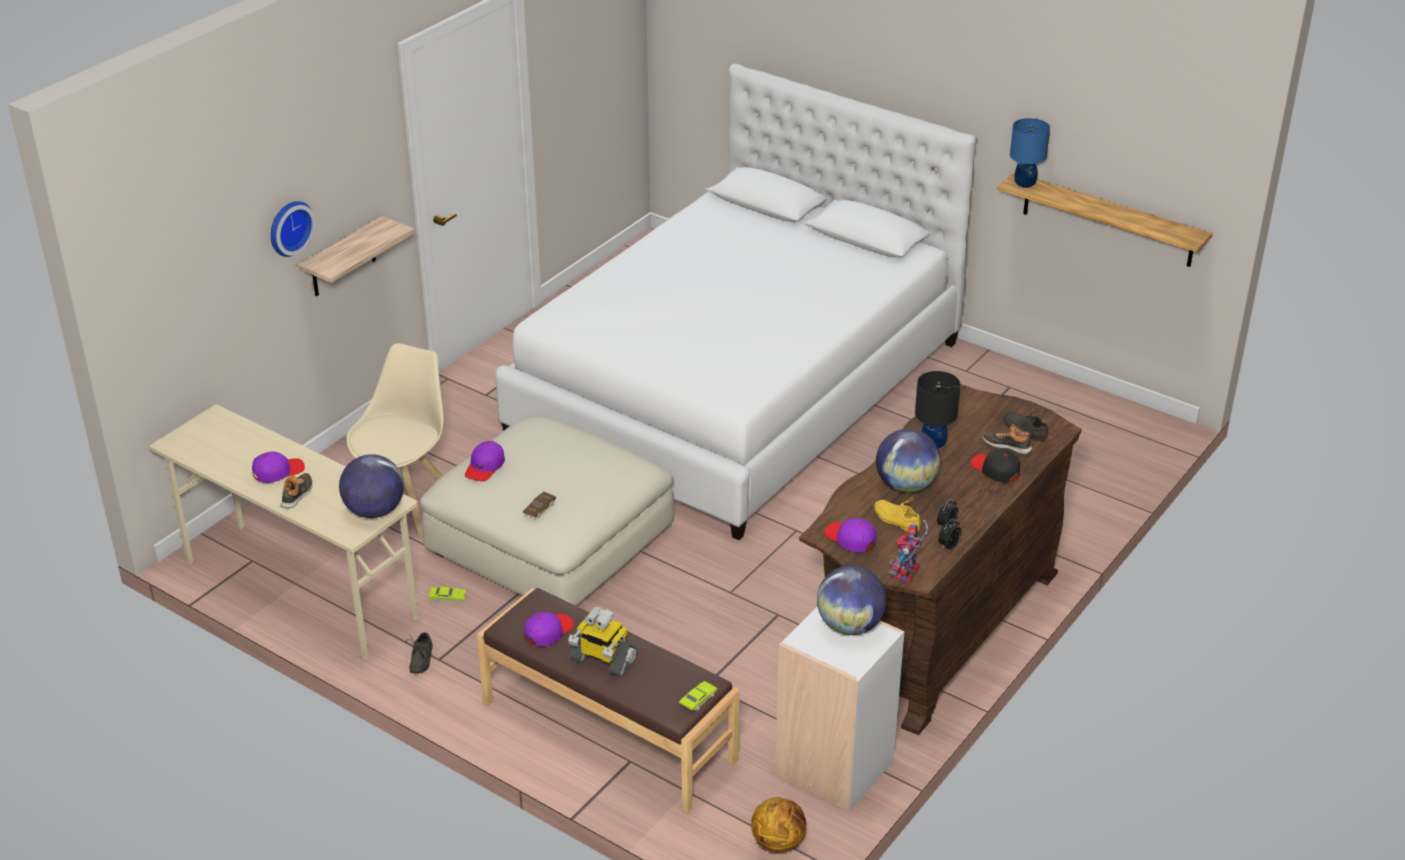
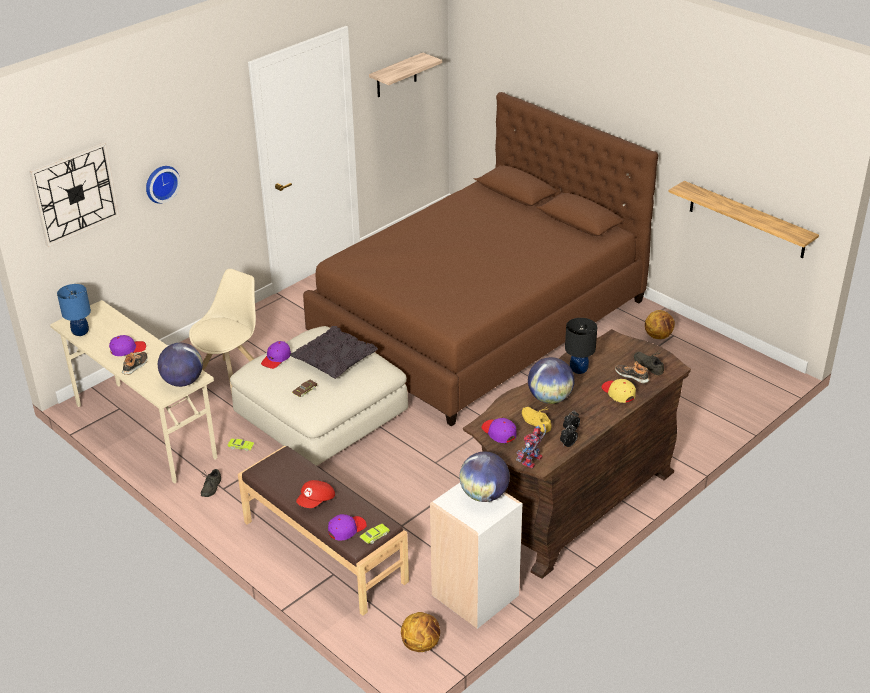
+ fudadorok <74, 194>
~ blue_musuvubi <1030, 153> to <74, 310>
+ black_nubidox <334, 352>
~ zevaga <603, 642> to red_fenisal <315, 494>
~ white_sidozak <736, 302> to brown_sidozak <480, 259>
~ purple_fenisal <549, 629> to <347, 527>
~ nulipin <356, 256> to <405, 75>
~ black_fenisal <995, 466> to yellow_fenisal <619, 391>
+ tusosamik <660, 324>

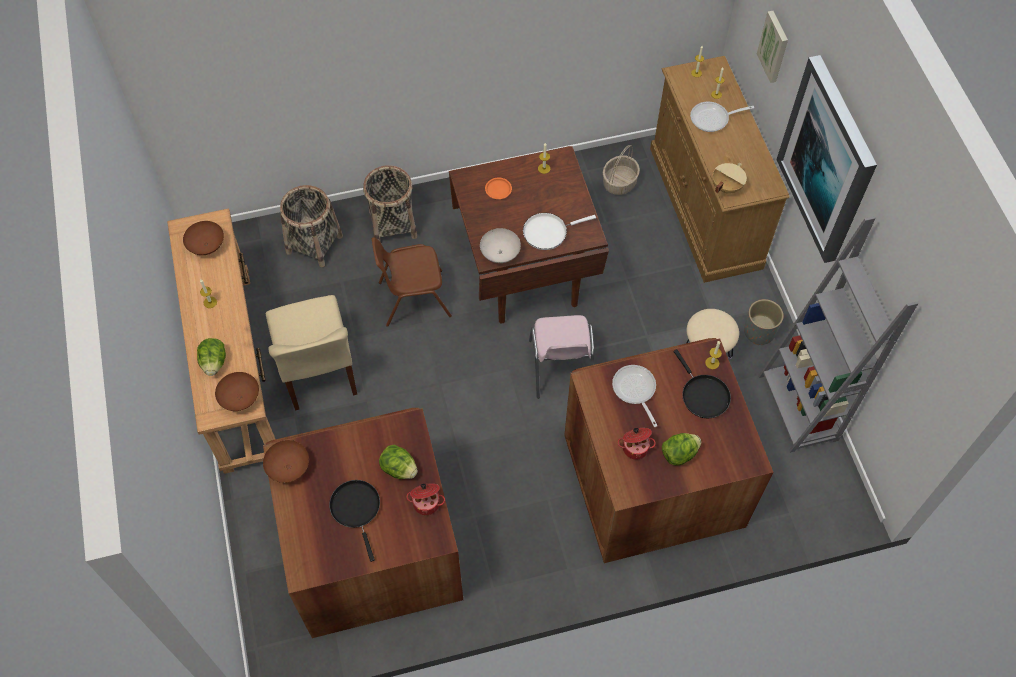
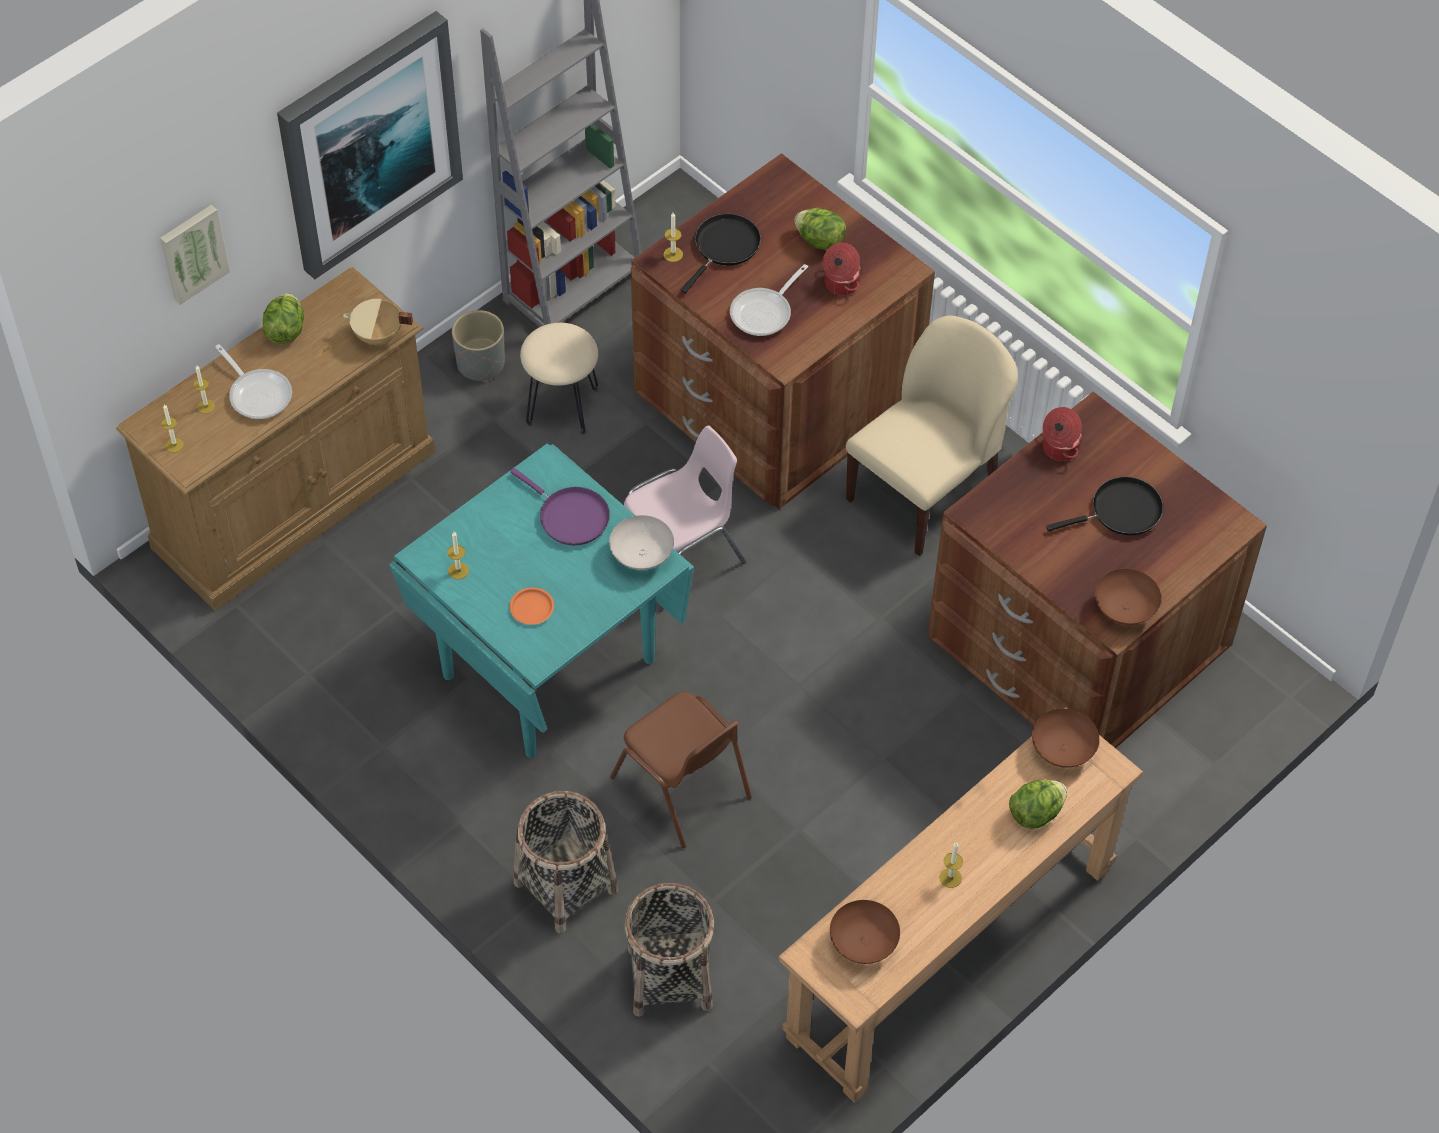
~ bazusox <398, 462> to <283, 318>
~ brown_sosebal <529, 234> to turquoise_sosebal <541, 601>
~ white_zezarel <559, 231> to purple_zezarel <560, 506>
~ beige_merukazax <311, 352> to <932, 435>
~ black_zezarel <354, 521> = <1104, 506> 150 degrees counterclockwise
- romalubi <621, 170>

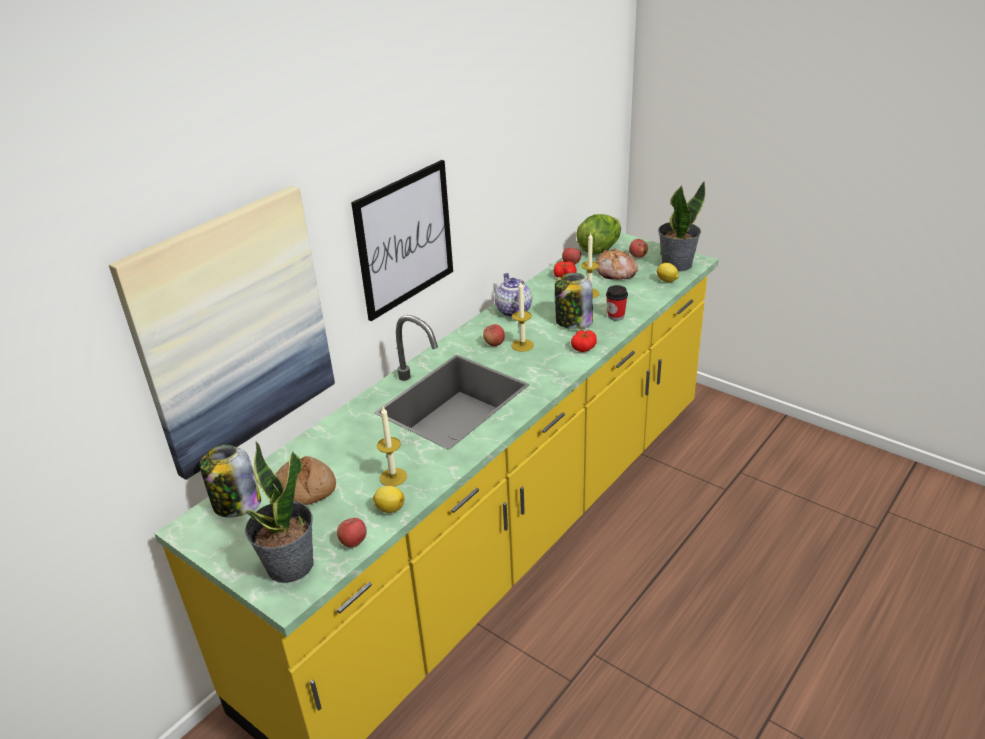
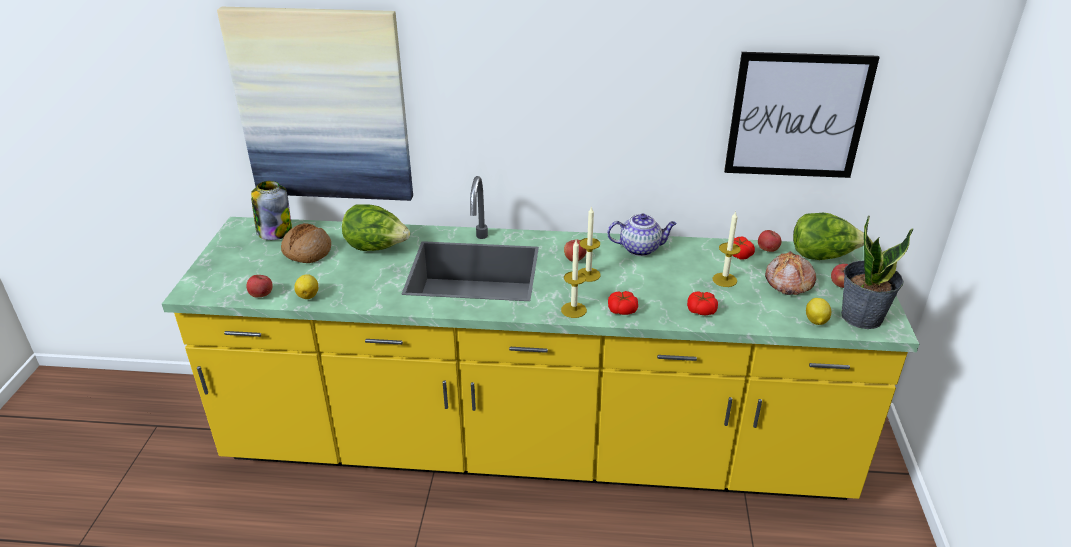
+ bazusox <376, 227>
~ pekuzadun <392, 446> to <574, 279>
~ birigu <513, 295> = <642, 235> 45 degrees clockwise
~ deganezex <617, 303> to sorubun <702, 303>
~ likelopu <402, 240> to <802, 115>
- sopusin <279, 512>
- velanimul <574, 301>

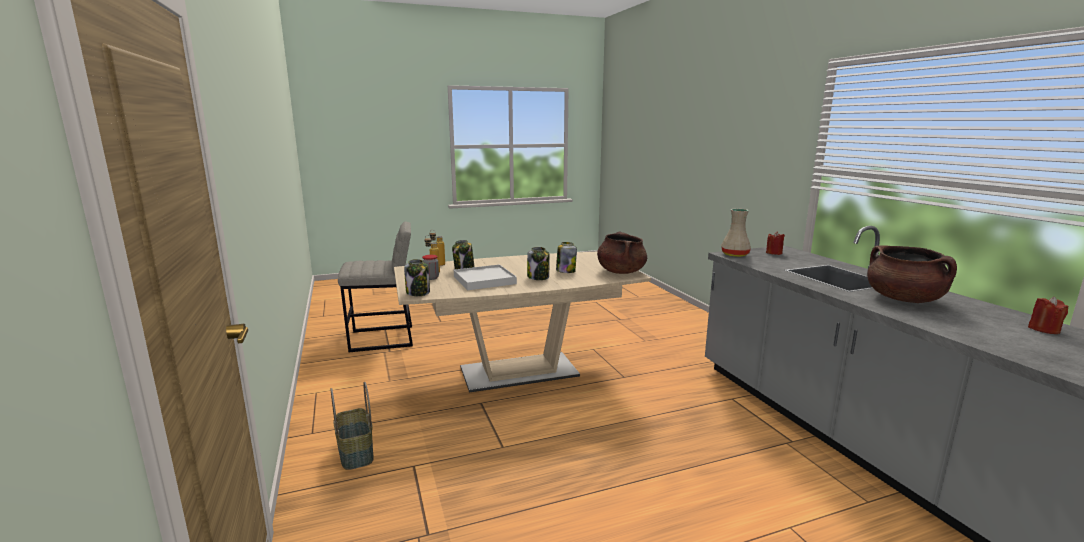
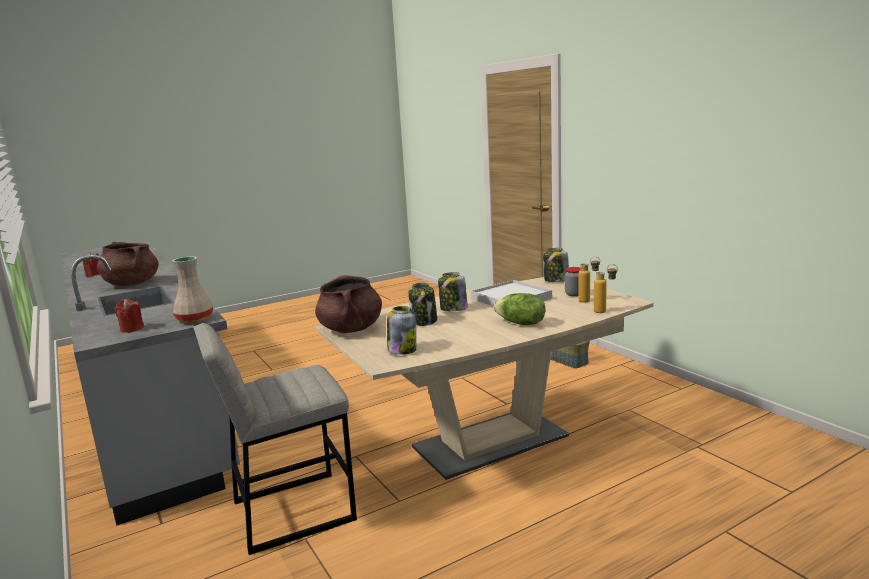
~ grey_merukazax <375, 286> to <275, 439>
~ velanimul <463, 254> to <402, 330>
+ bazusox <519, 309>

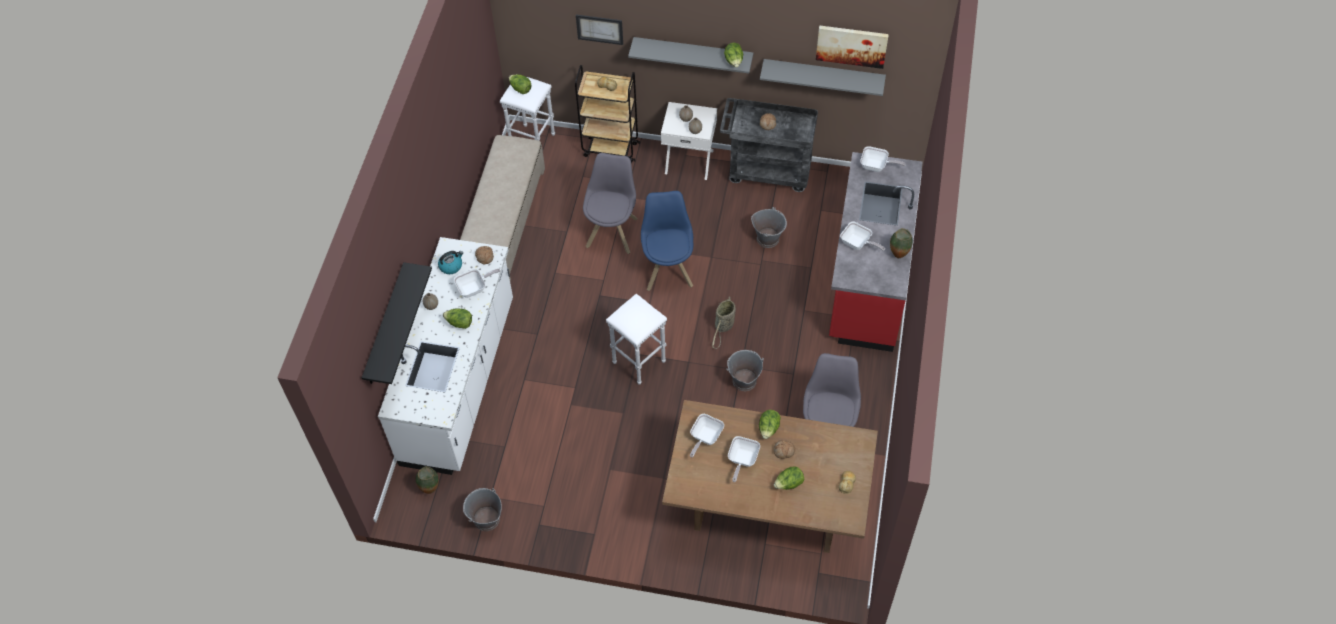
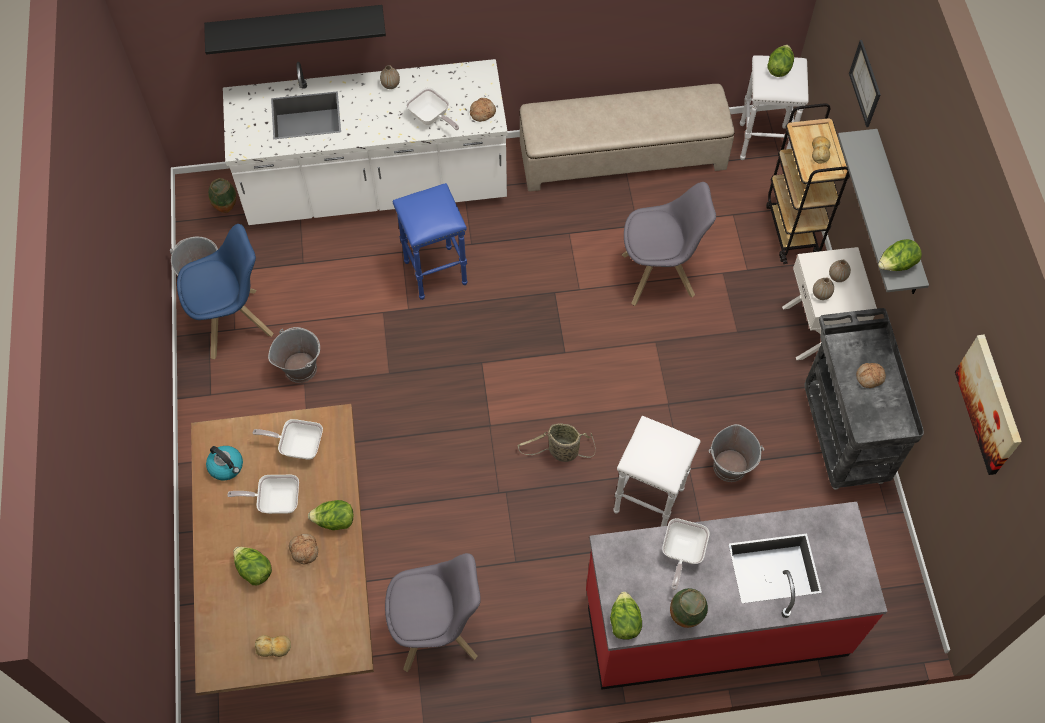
~ blue_merukazax <667, 241> to <225, 292>
~ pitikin <450, 262> to <224, 463>
~ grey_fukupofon <745, 370> to <294, 355>
+ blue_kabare <430, 241>
~ bazusox <457, 318> to <626, 616>
~ white_kabare <636, 339> to <657, 471>
- grey_nulipin <823, 77>
- zezarel <883, 159>

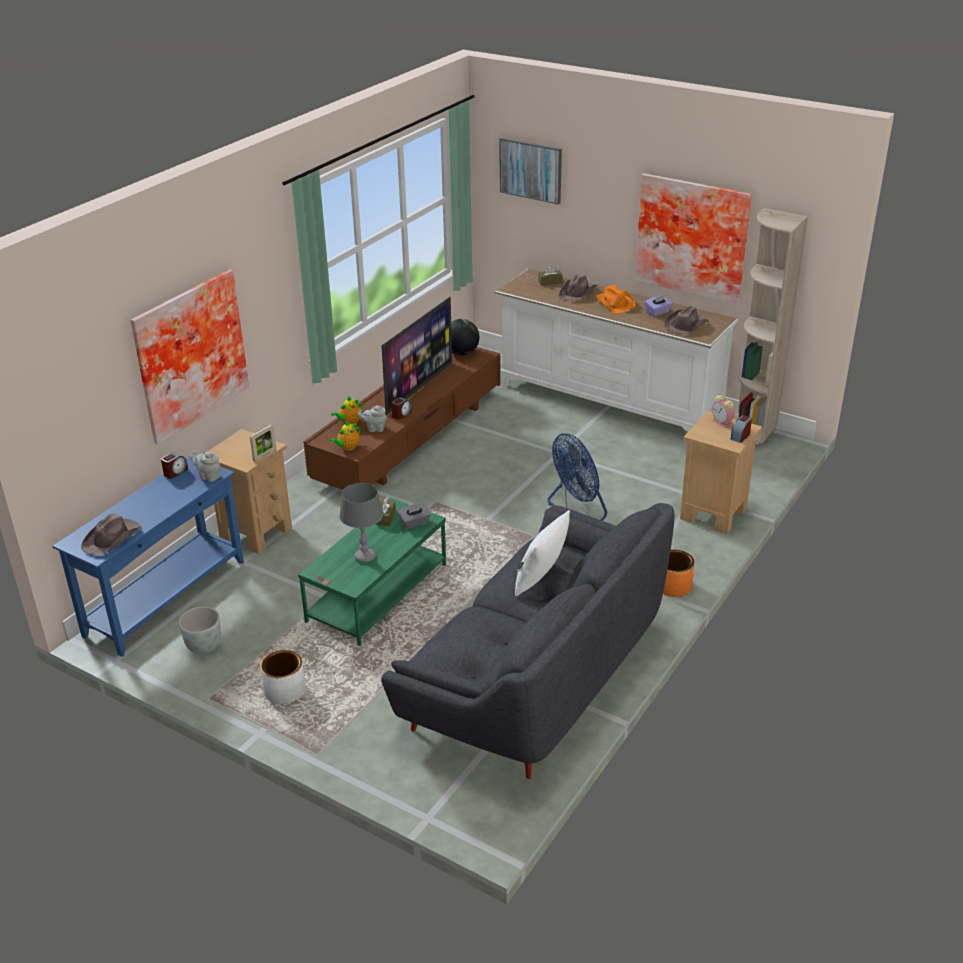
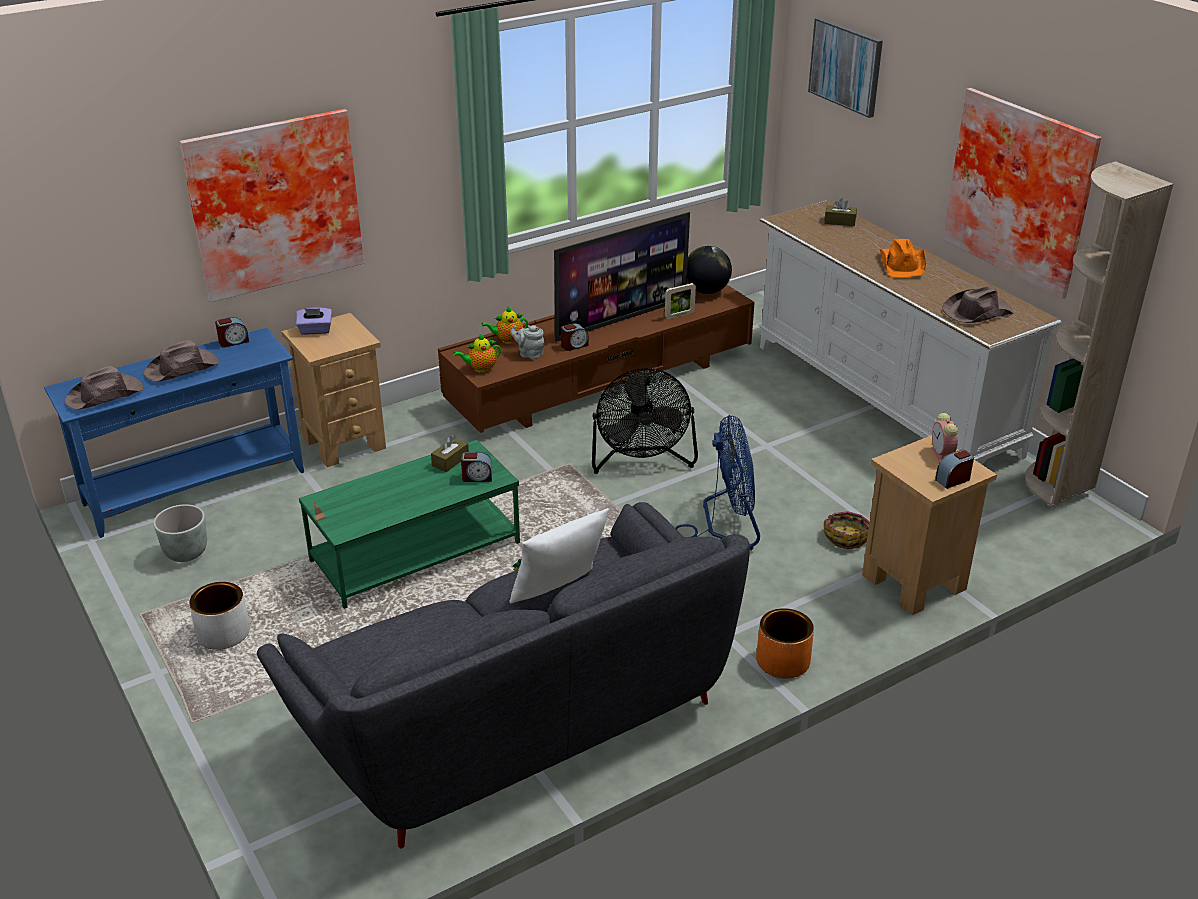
~ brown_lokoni <577, 287> to <181, 361>
~ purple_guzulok <658, 305> to <314, 321>
~ grey_guzulok <414, 516> to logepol <476, 467>
+ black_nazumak <645, 421>
~ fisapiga <263, 443> to <680, 301>
+ romalubi <847, 530>
- grey_birigu <206, 466>
- grey_musuvubi <361, 523>

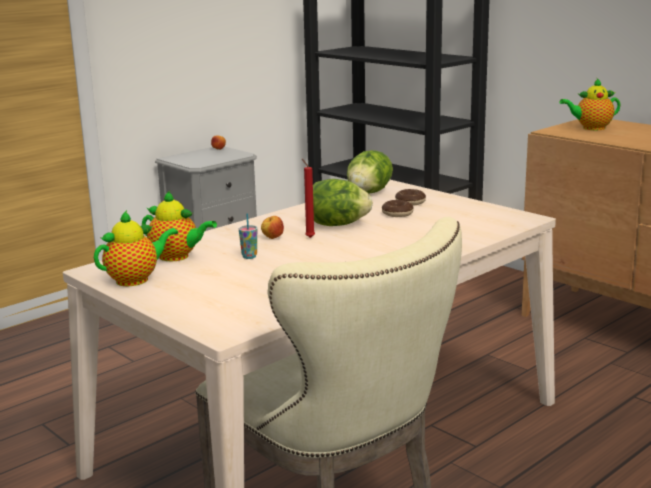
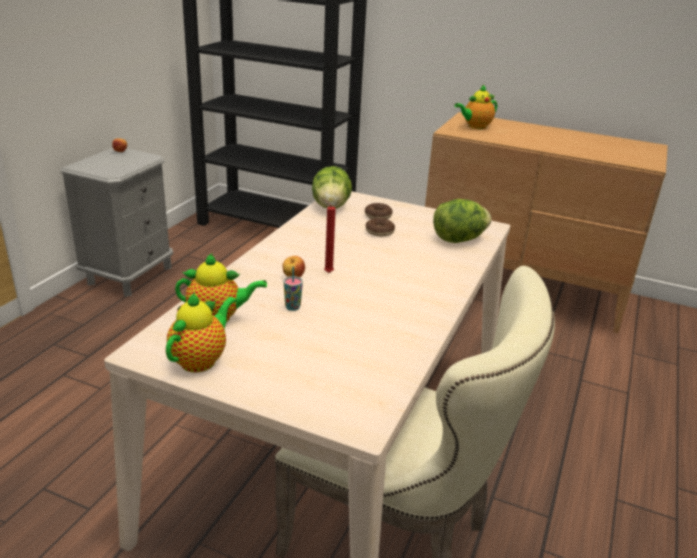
~ bazusox <343, 202> to <462, 221>

